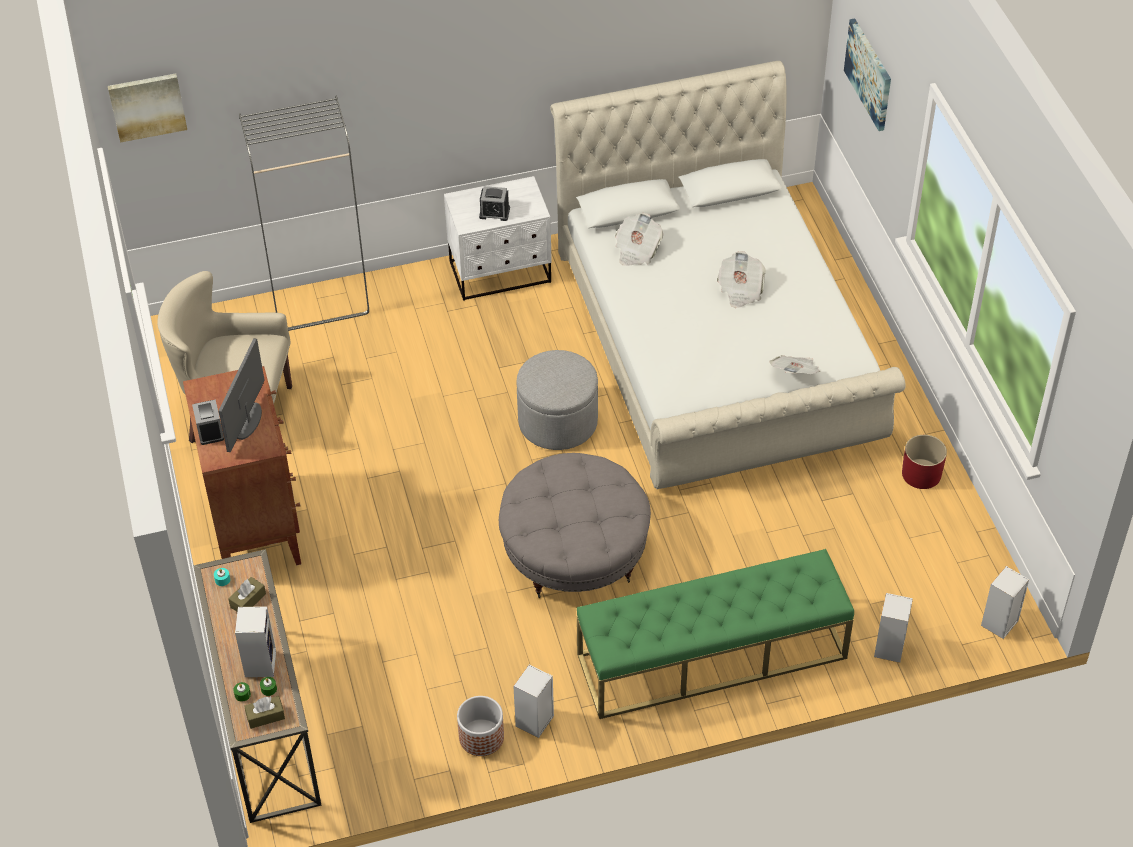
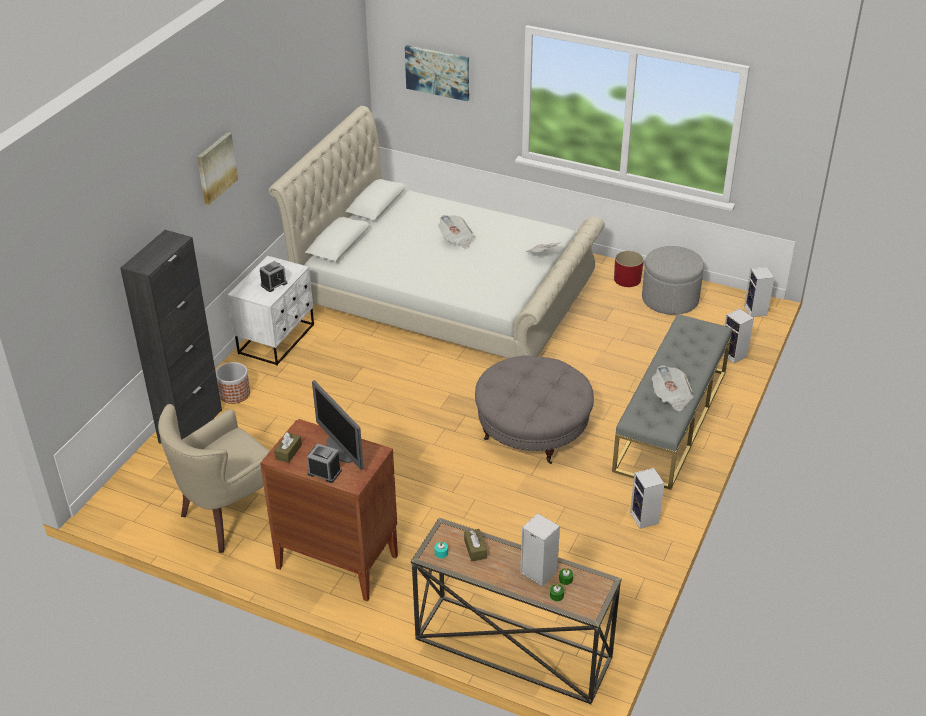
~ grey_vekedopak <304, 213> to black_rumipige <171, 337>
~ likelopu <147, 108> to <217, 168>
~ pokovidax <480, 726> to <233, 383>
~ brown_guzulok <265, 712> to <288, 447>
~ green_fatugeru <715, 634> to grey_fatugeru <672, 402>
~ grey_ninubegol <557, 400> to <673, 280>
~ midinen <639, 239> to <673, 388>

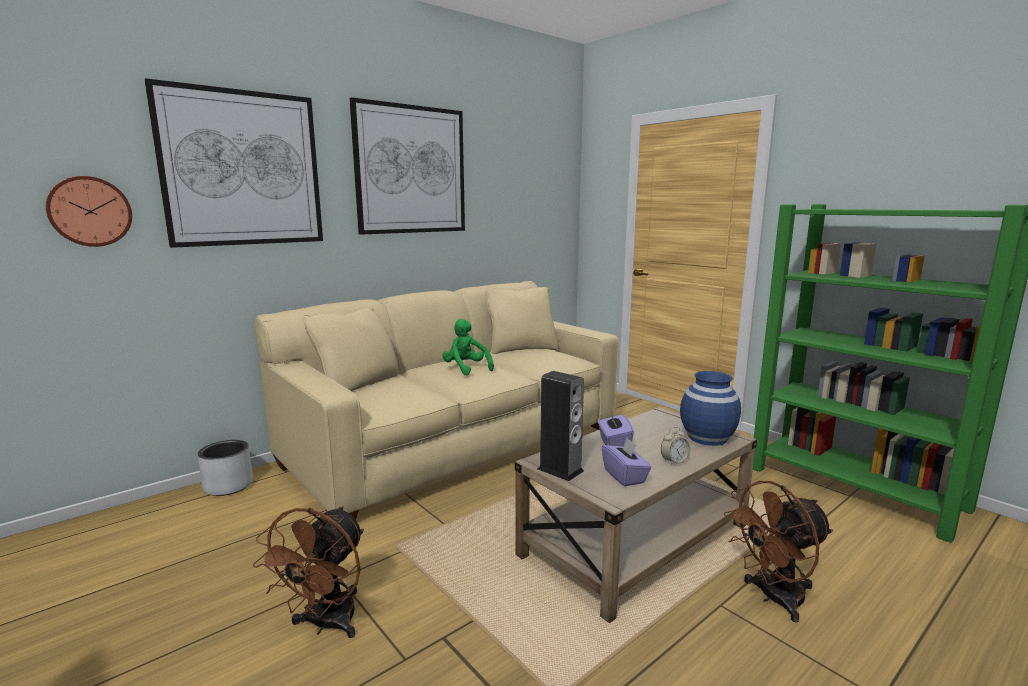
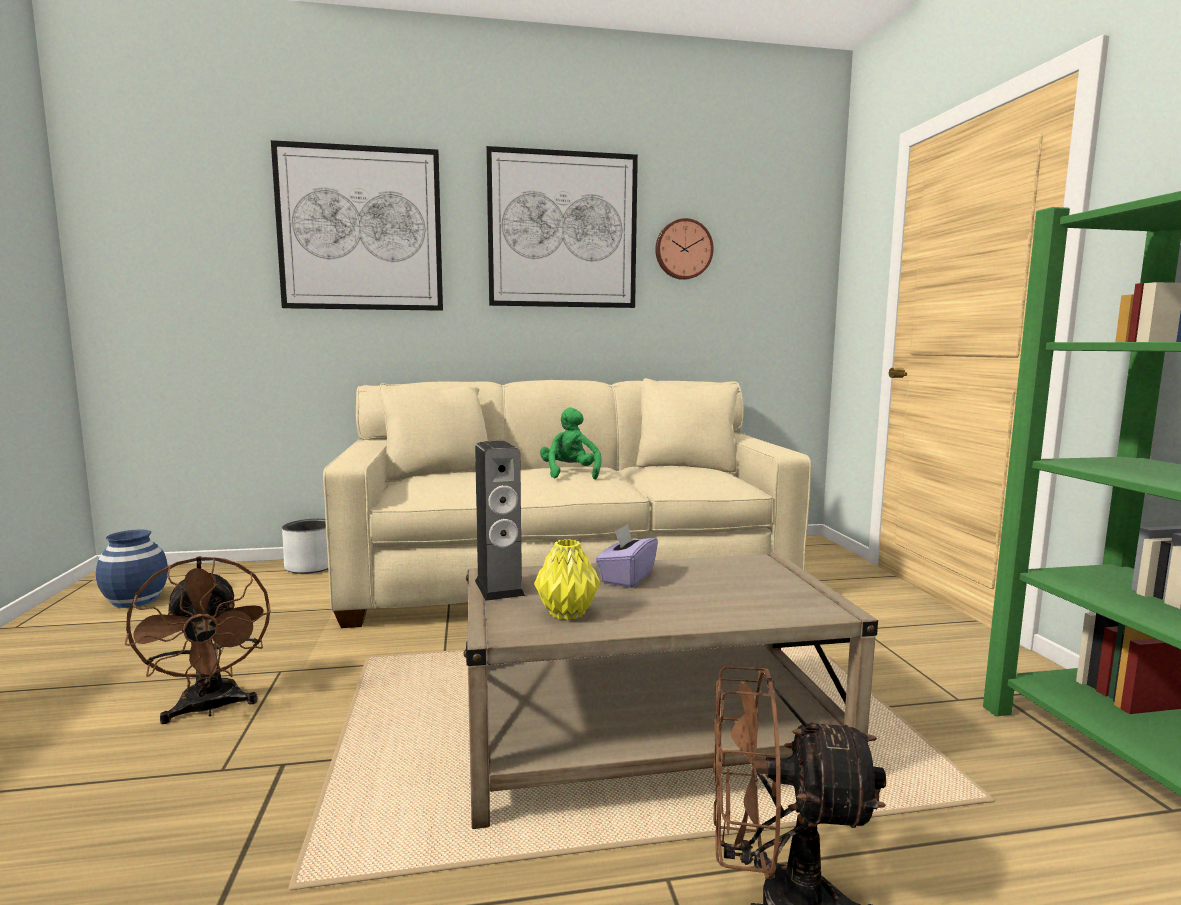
~ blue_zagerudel <710, 408> to <132, 569>
~ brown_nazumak <308, 572> = <197, 640> 75 degrees counterclockwise
~ purple_guzulok <626, 462> to yellow_zagerudel <567, 579>
~ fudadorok <89, 211> to <684, 249>
- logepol <675, 446>

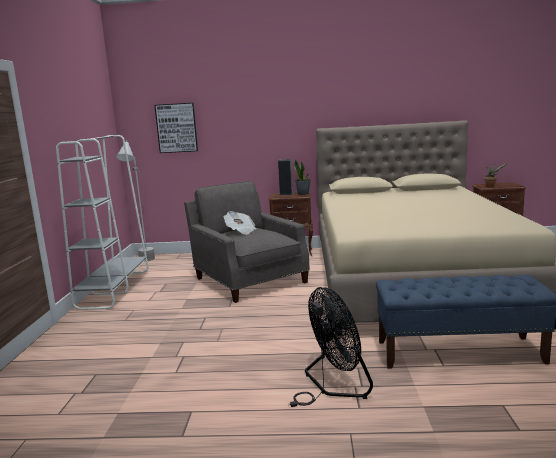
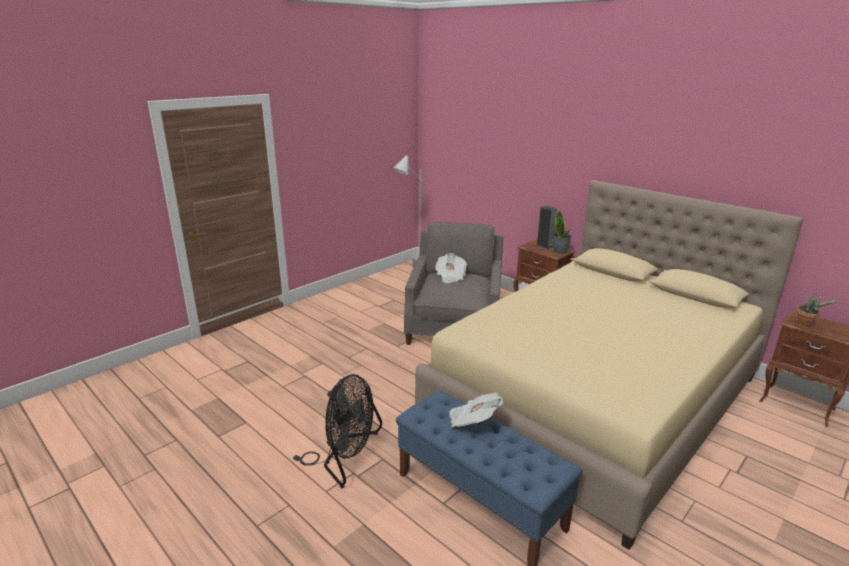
+ midinen <476, 410>
- grey_vekedopak <102, 222>
- likelopu <176, 128>

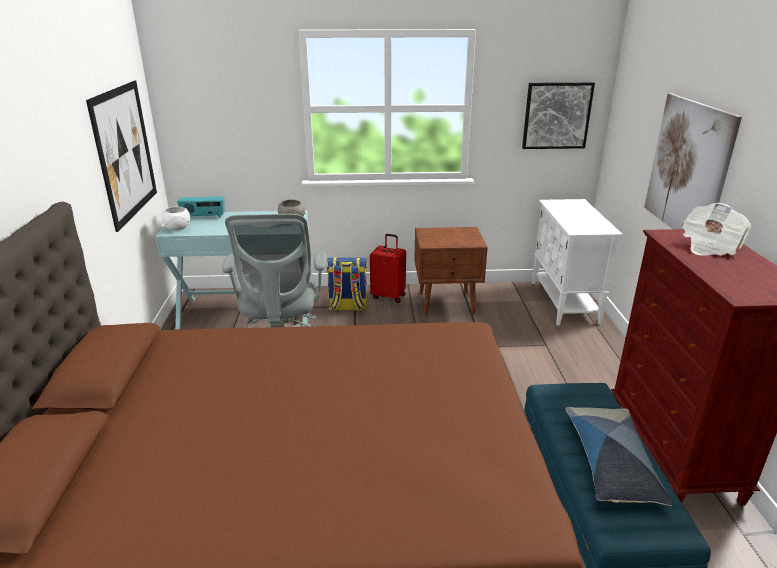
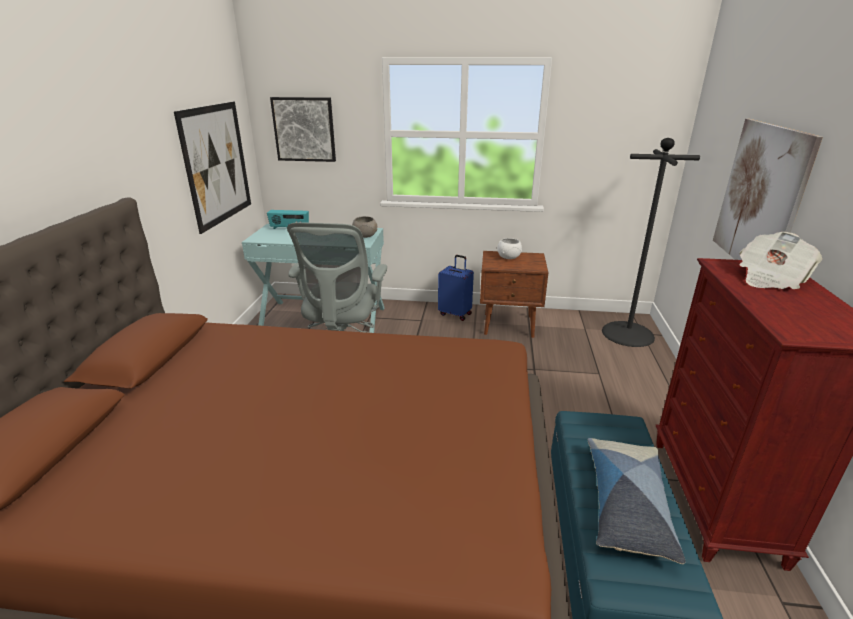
~ likelopu <558, 115> to <303, 129>
~ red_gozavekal <388, 268> to blue_gozavekal <456, 288>
~ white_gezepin <176, 218> to <509, 248>
~ white_rumipige <577, 262> to black_vekedopak <651, 242>
- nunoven <347, 284>

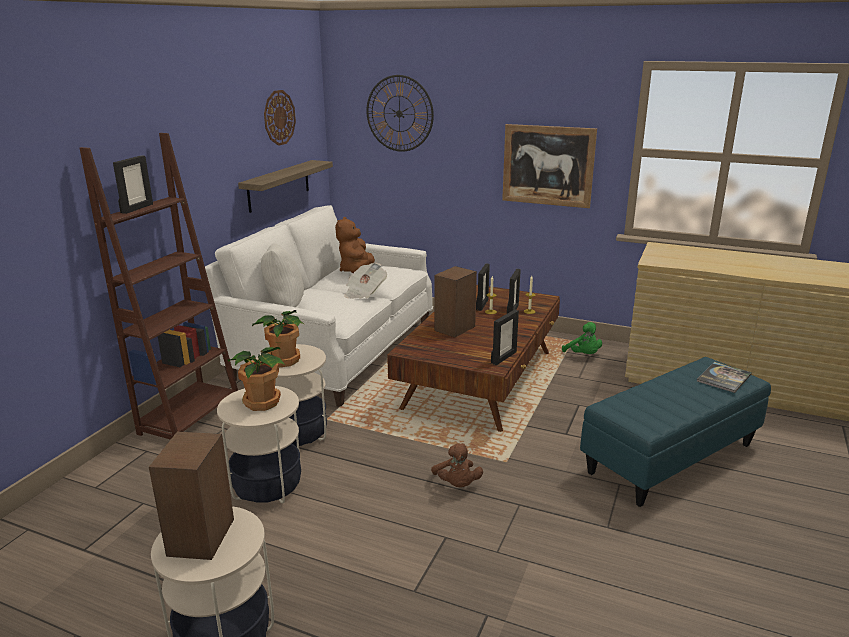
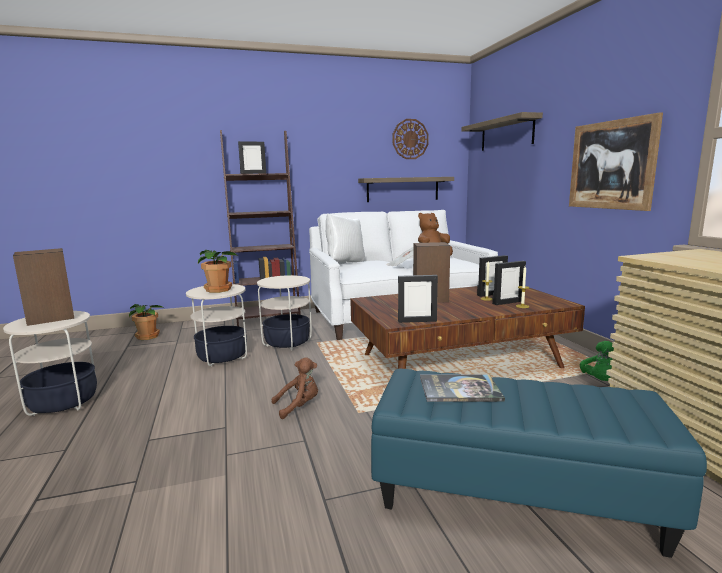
~ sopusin <278, 338> to <146, 322>
~ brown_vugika <457, 465> = <295, 388> 150 degrees counterclockwise
~ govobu <724, 377> to <462, 388>
~ fudadorok <400, 113> to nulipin <502, 131>

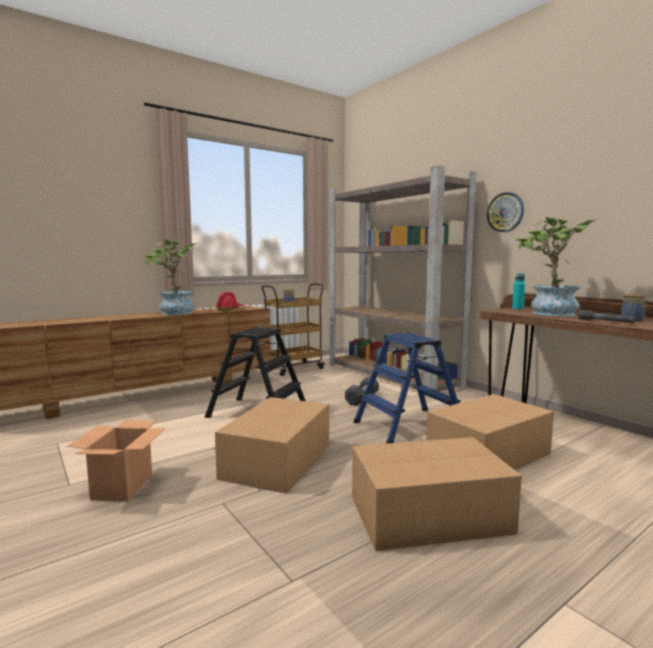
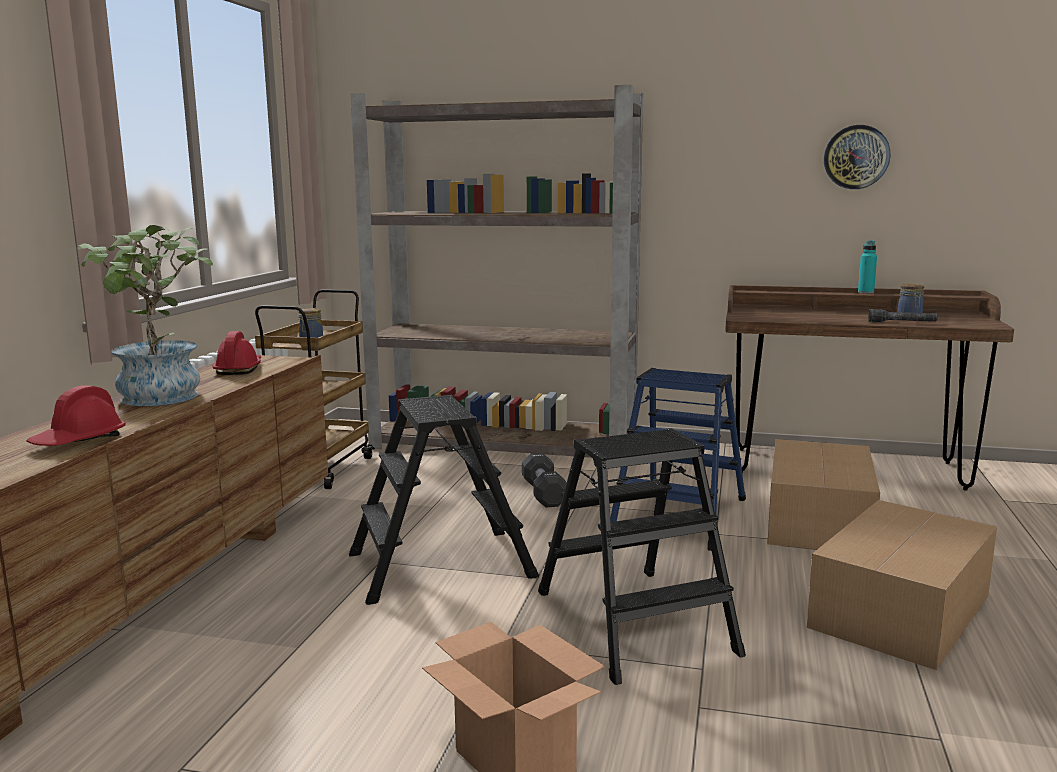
+ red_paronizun <76, 416>
~ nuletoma <272, 445> to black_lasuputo <642, 556>
~ fudadorok <505, 212> to <857, 157>
~ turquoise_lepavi <518, 291> to <867, 267>
- sopusin <556, 266>

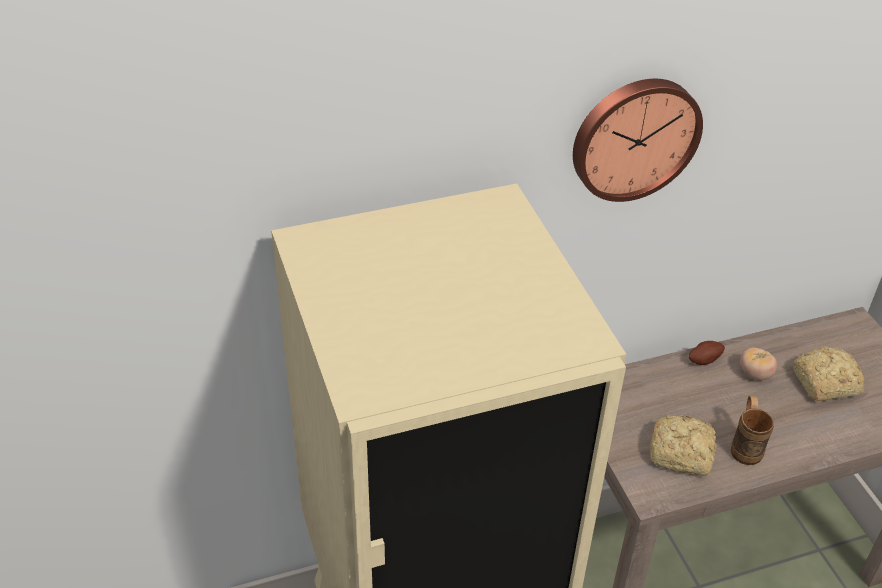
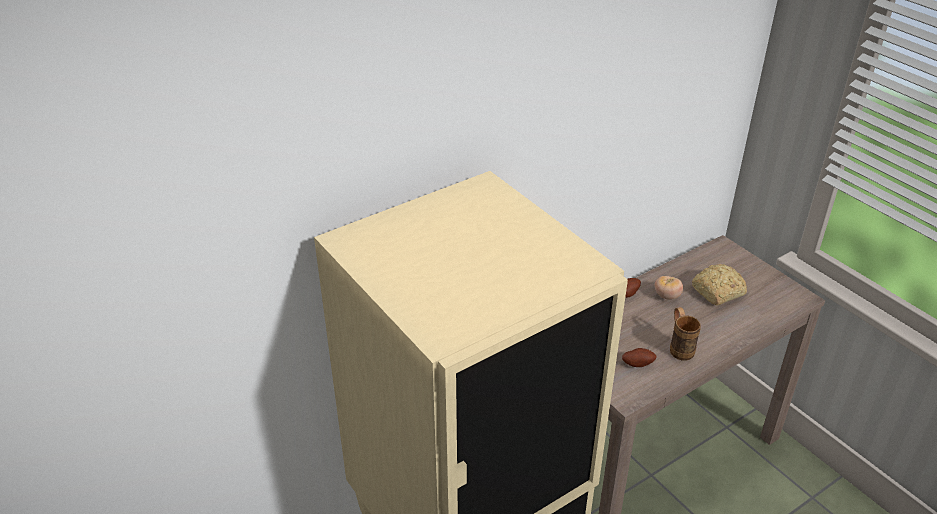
~ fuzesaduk <683, 445> to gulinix <639, 357>
- fudadorok <638, 140>

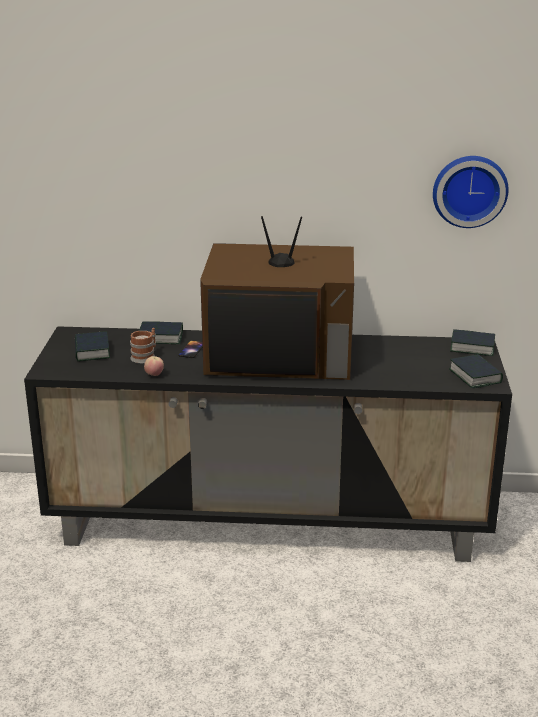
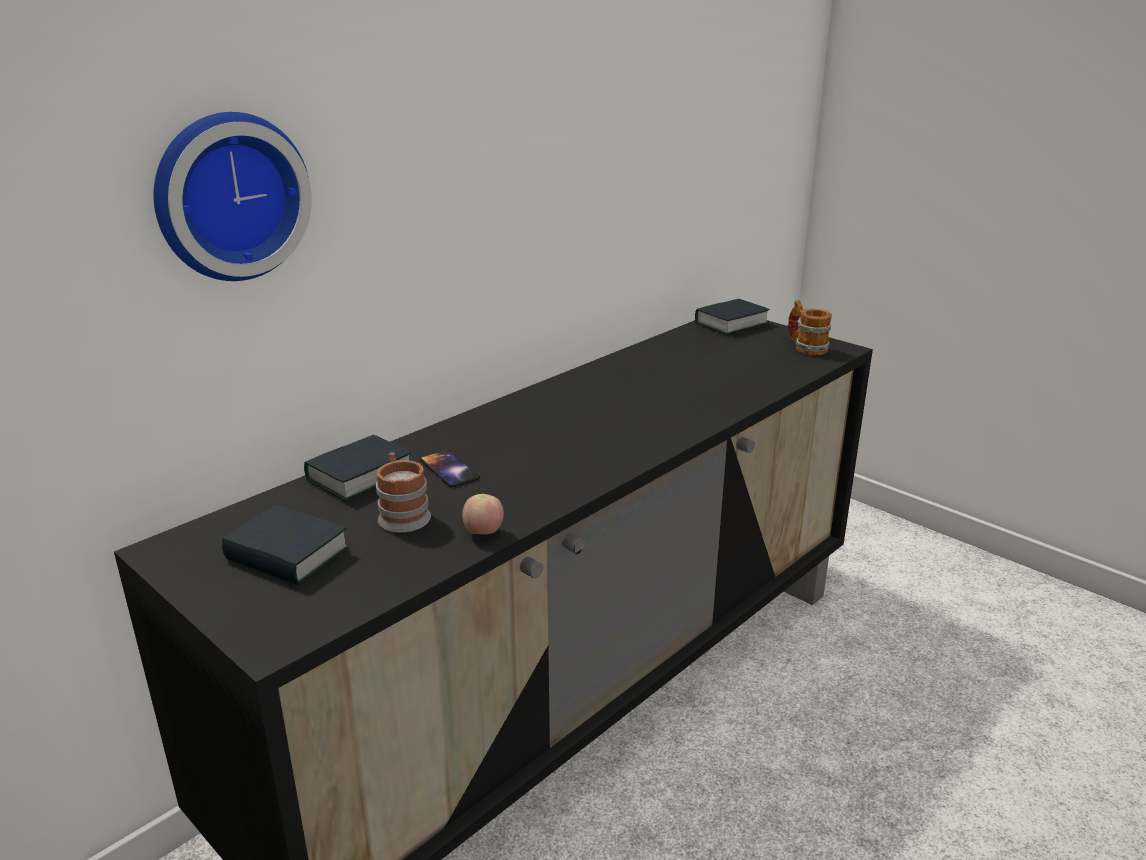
~ fudadorok <471, 192> to <233, 196>
~ govobu <476, 371> to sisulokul <810, 327>
- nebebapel <277, 298>

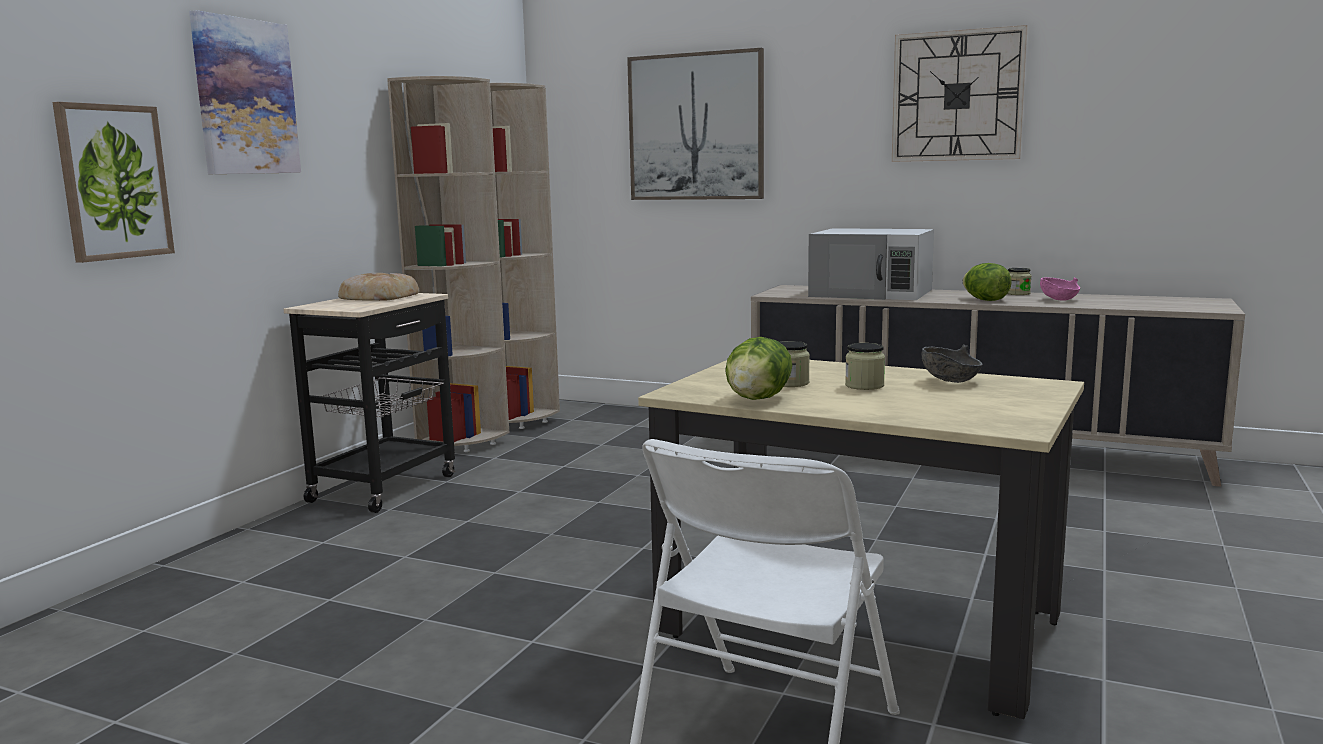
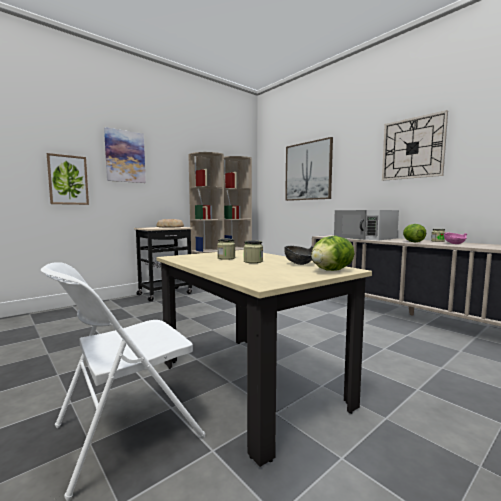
~ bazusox <758, 368> to <333, 253>

